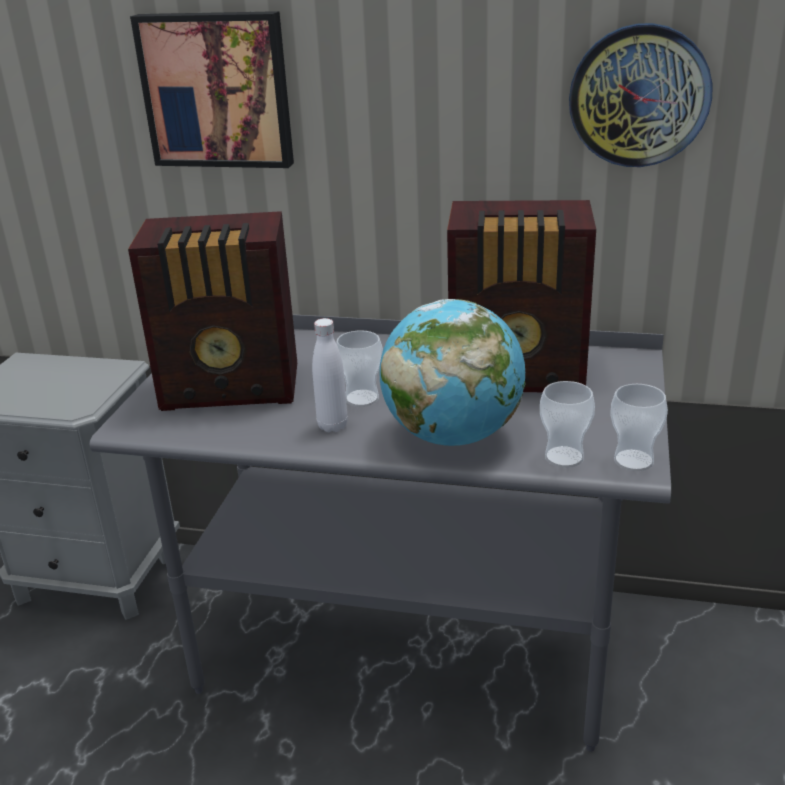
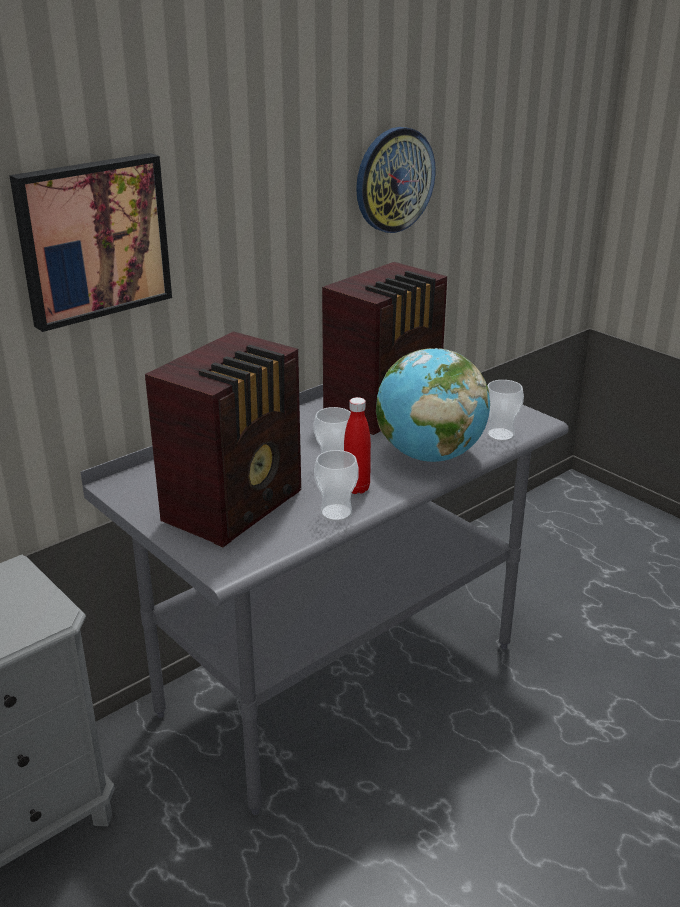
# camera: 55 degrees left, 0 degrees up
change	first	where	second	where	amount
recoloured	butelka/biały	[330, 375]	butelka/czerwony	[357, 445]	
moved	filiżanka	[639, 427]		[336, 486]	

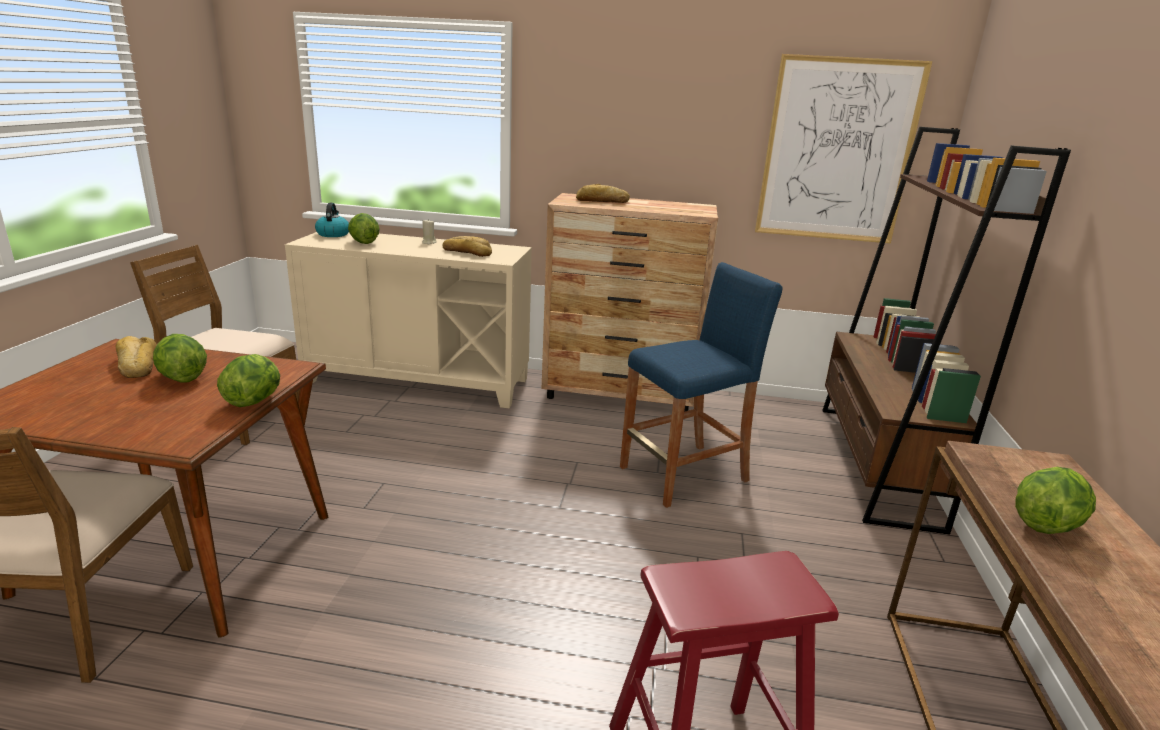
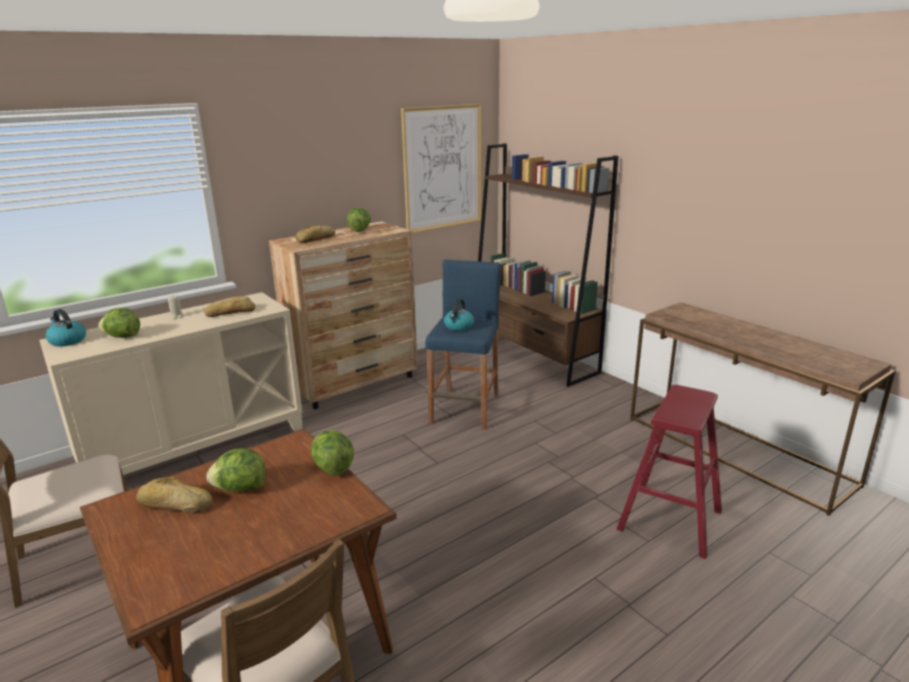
# camera: 45 degrees left, 0 degrees up
change	first	where	second	where	amount
moved	sałata	[1055, 500]		[359, 219]	
added			czajnik	[459, 315]	

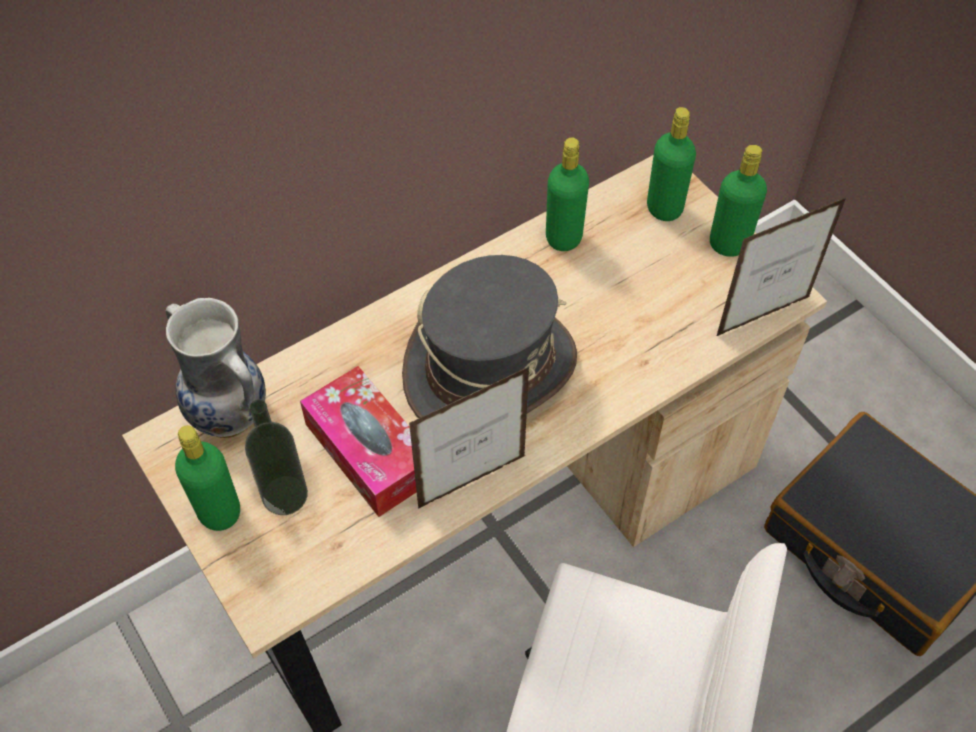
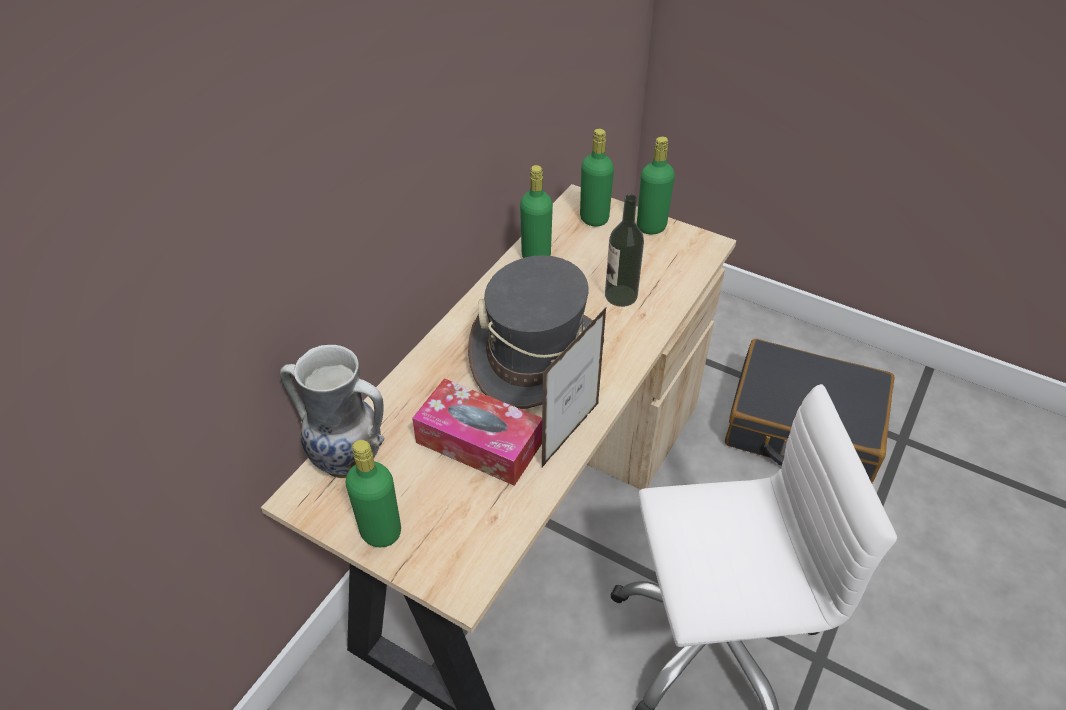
# camera: 25 degrees left, 10 degrees down
change	first	where	second	where	amount
removed	ramka na zdjęcie	[781, 267]			
moved	butelka	[276, 457]		[624, 250]	

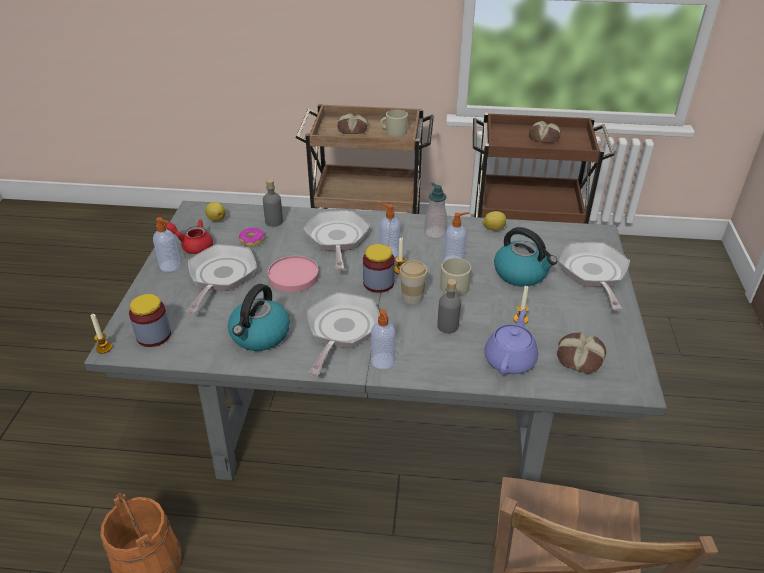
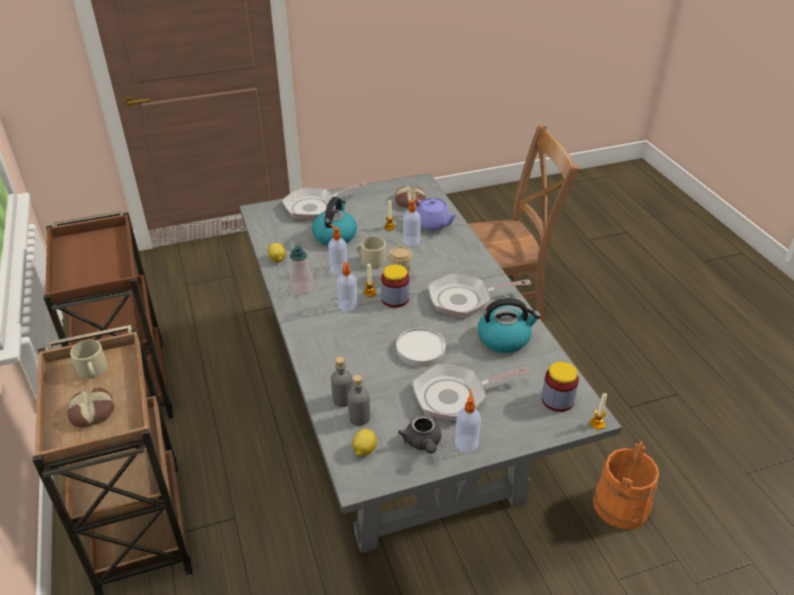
# camera: 115 degrees left, 0 degrees up
change	first	where	second	where	amount
removed	chleb	[545, 132]			
removed	patelnia	[336, 240]			
recoloured	imbryk/czerwony	[189, 237]	imbryk/szary	[419, 434]	
removed	donut	[252, 237]			
recoloured	talerz/różowy	[293, 274]	talerz/biały	[421, 347]	
moved	butelka/szary	[449, 306]		[359, 400]	
moved	dozownik mydła	[383, 339]		[412, 222]	
turned	imbryk/fioletowy	[511, 342]		[435, 214]	135 degrees counterclockwise

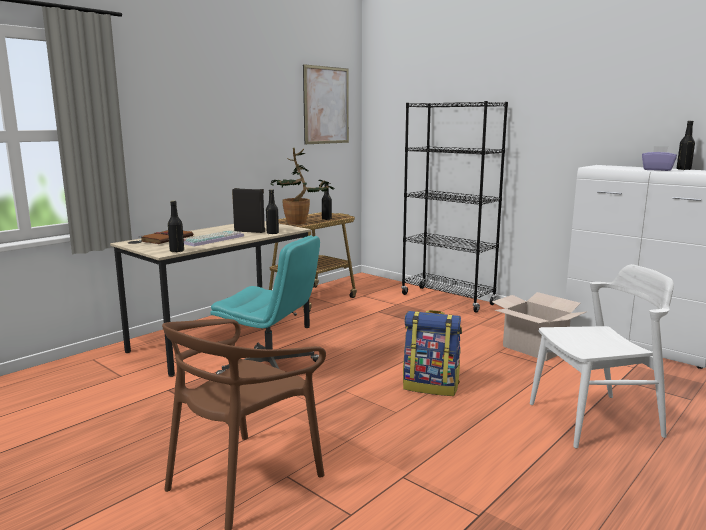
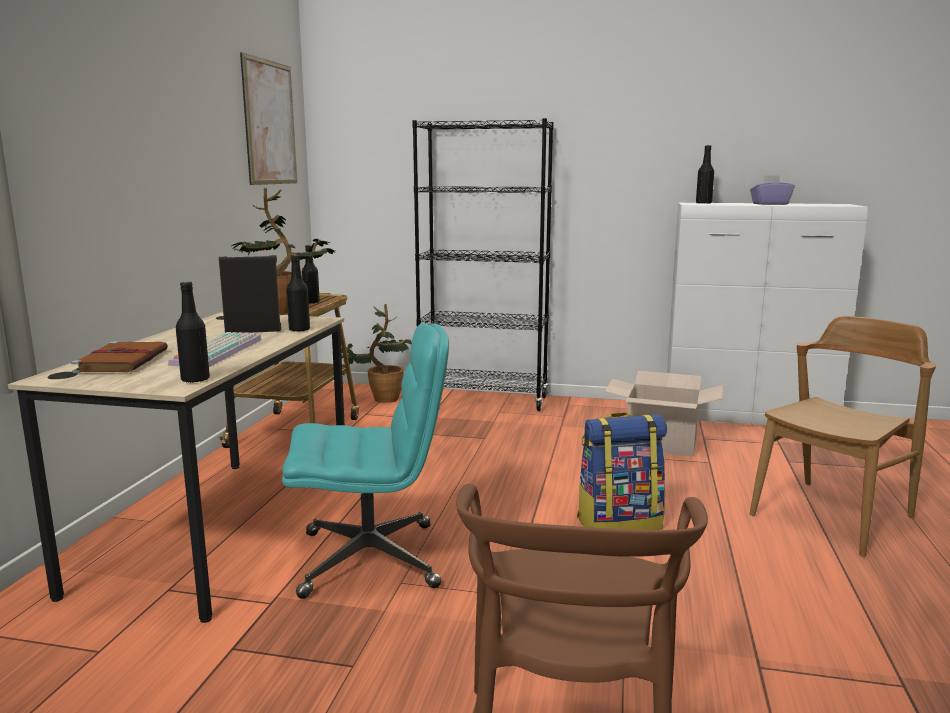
# camera: 30 degrees left, 0 degrees up
change	first	where	second	where	amount
moved	butelka/czarny	[686, 145]		[705, 174]	
recoloured	krzesło/biały	[602, 356]	krzesło/brązowy	[843, 436]	
added			roślina doniczkowa	[376, 353]	

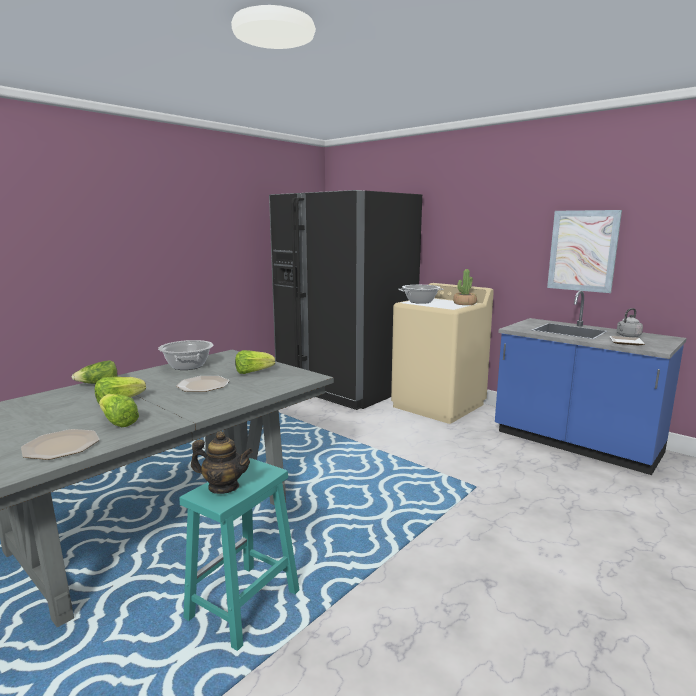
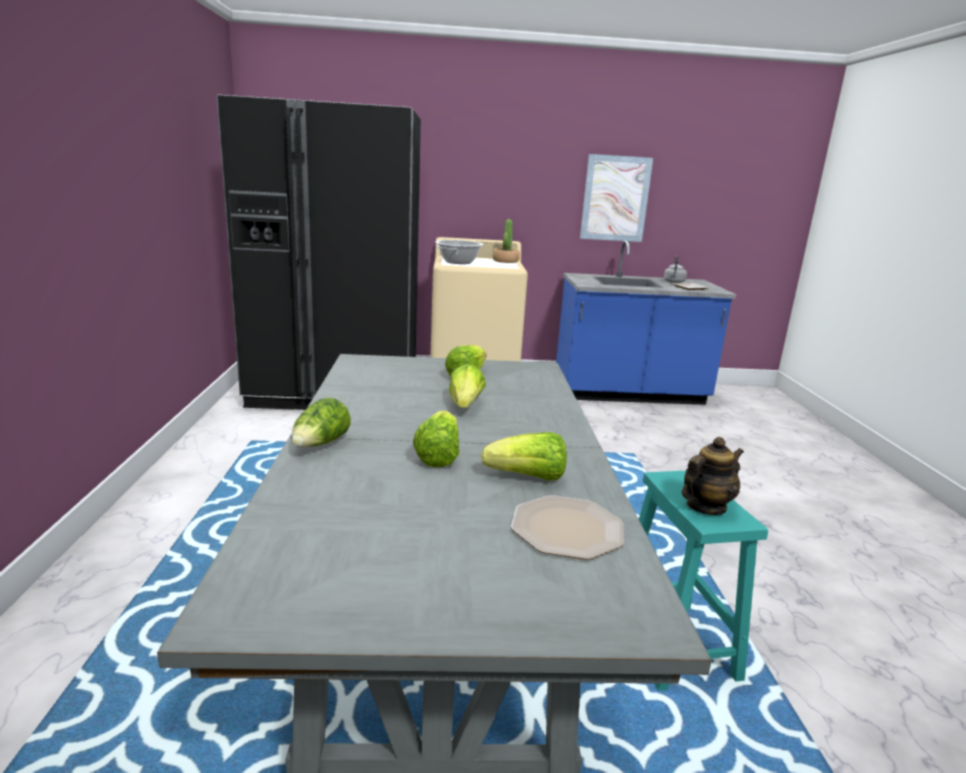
# camera: 45 degrees left, 5 degrees up
change	first	where	second	where	amount
removed	garnek	[185, 355]			
replaced	talerz	[202, 384]	sałata	[467, 386]	

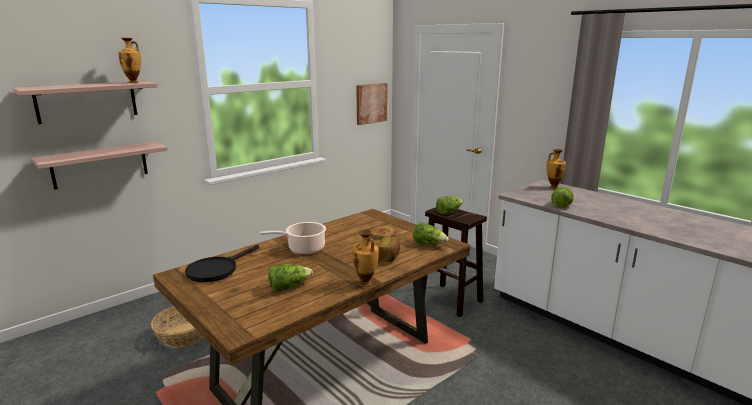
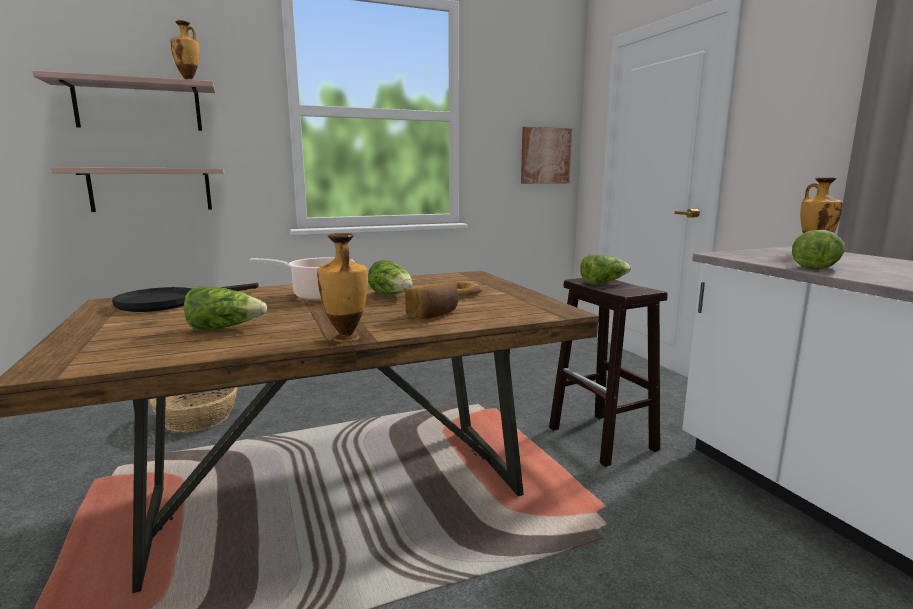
# camera: 20 degrees right, 5 degrees down
change	first	where	second	where	amount
moved	sałata	[431, 233]		[390, 277]	

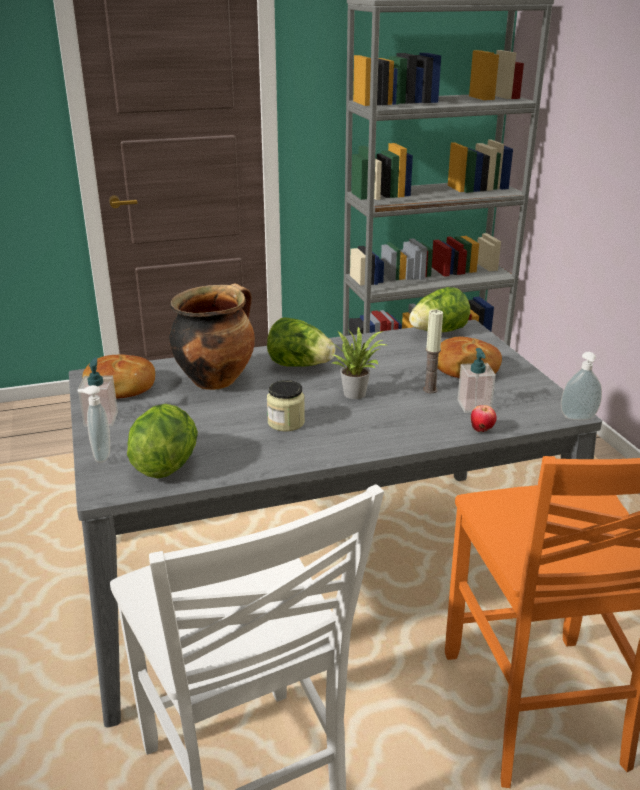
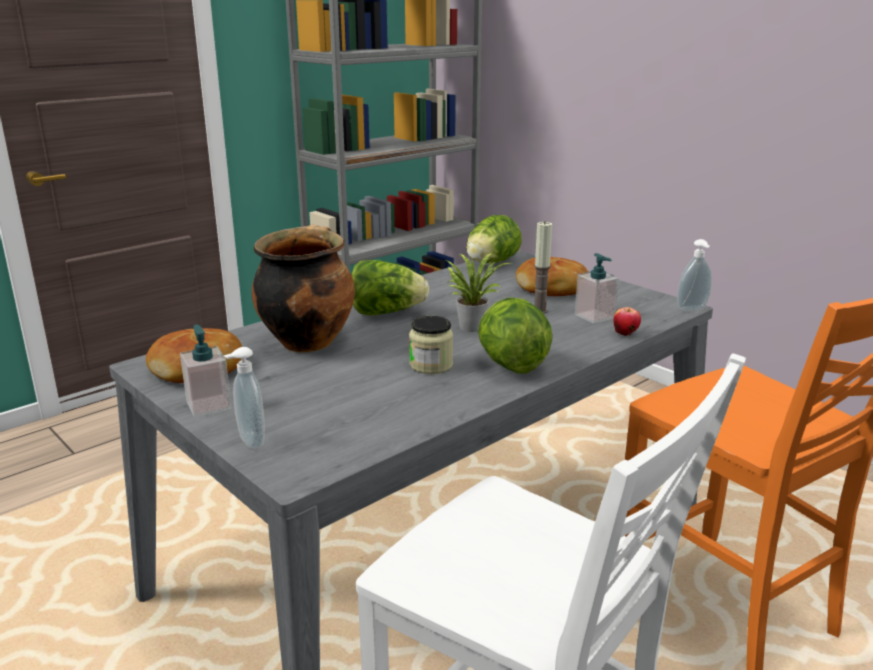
# camera: 25 degrees left, 5 degrees down
change	first	where	second	where	amount
moved	sałata	[162, 441]		[515, 335]	

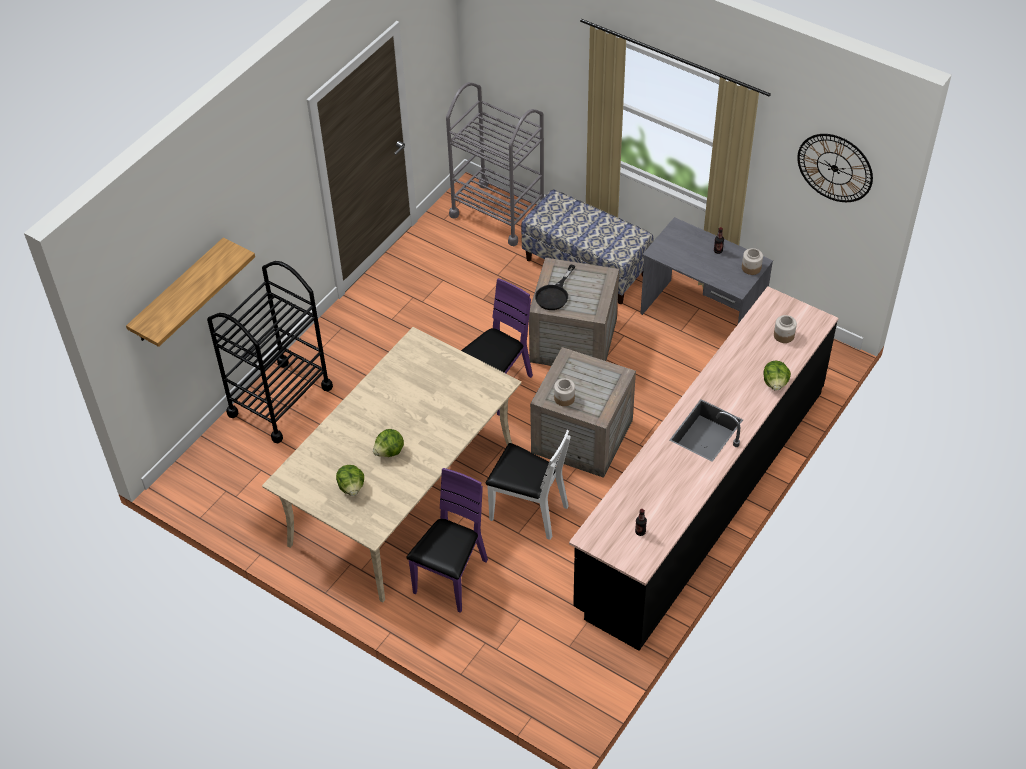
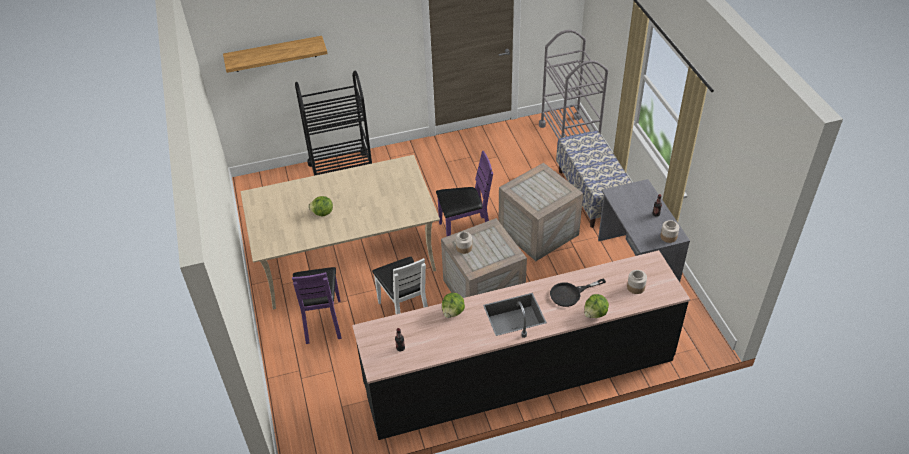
# camera: 40 degrees right, 5 degrees down
change	first	where	second	where	amount
removed	zegar ścienny	[835, 168]			
moved	patelnia/czarny	[555, 287]		[578, 293]	
moved	sałata	[350, 480]		[453, 305]	
turned	krzesło/fioletowy	[447, 540]		[317, 305]	105 degrees clockwise

